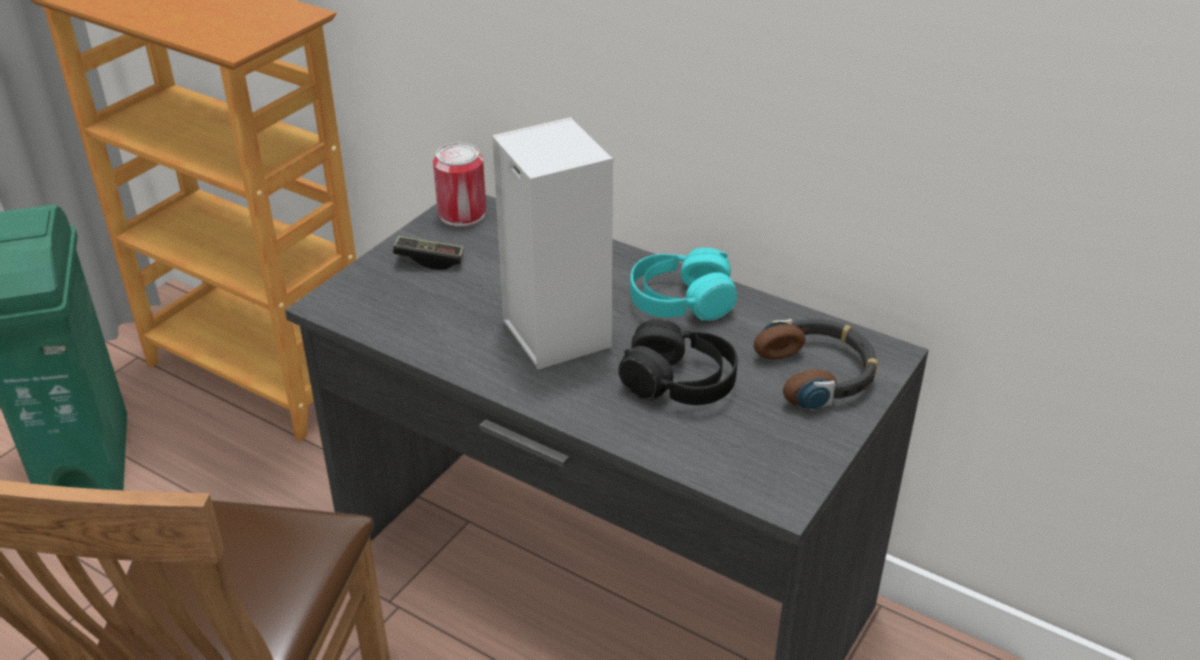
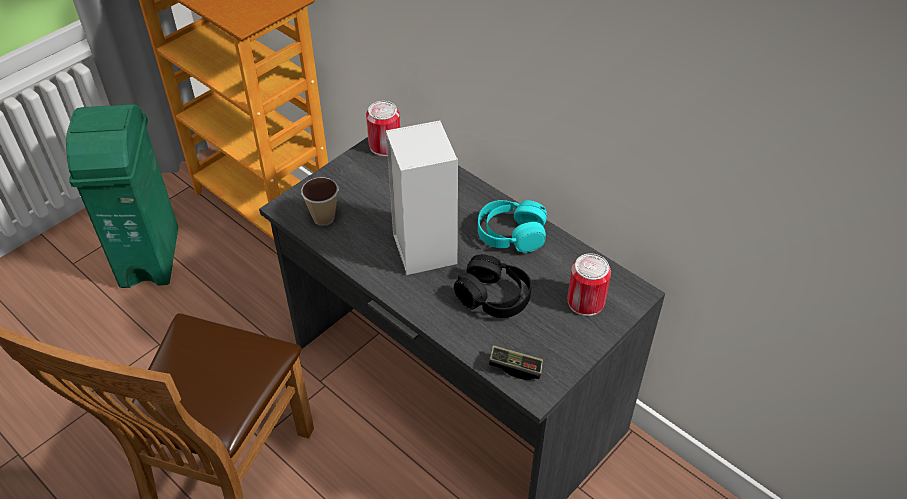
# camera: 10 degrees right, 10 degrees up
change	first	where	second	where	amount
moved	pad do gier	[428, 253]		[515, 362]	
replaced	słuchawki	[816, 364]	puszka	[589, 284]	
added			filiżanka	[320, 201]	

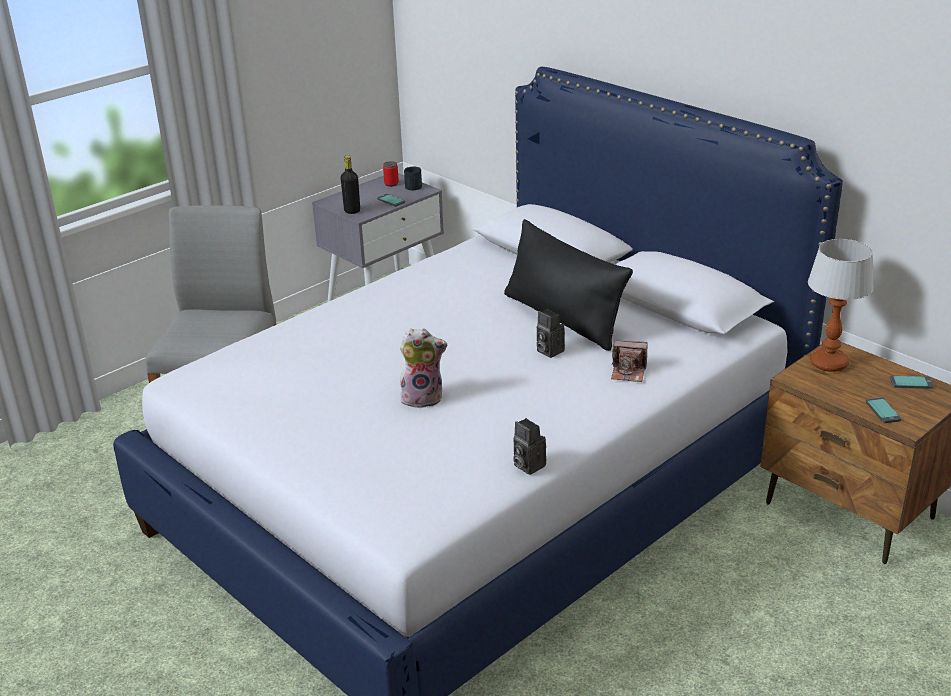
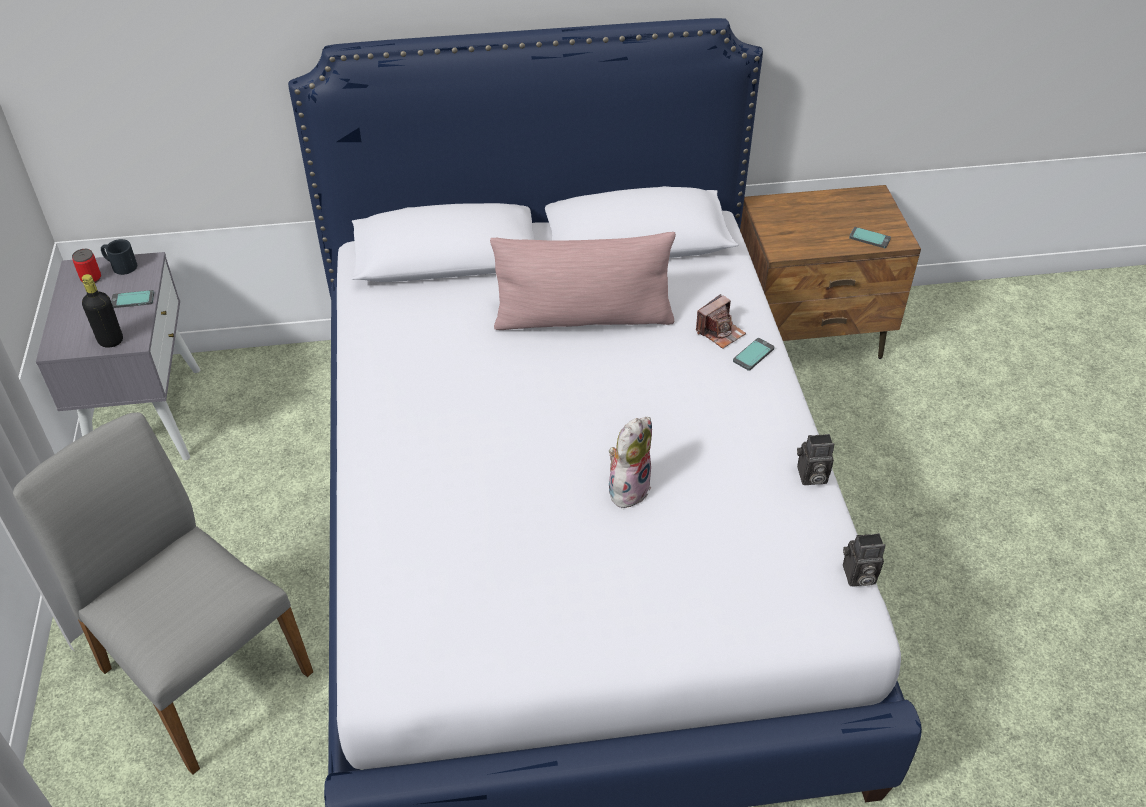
# camera: 55 degrees left, 15 degrees up
change	first	where	second	where	amount
recoloured	poduszka/czarny	[568, 285]	poduszka/różowy	[583, 281]	
removed	lampa stołowa	[841, 305]			
moved	aparat fotograficzny	[550, 333]		[864, 560]	
moved	telefon	[912, 382]		[753, 354]	

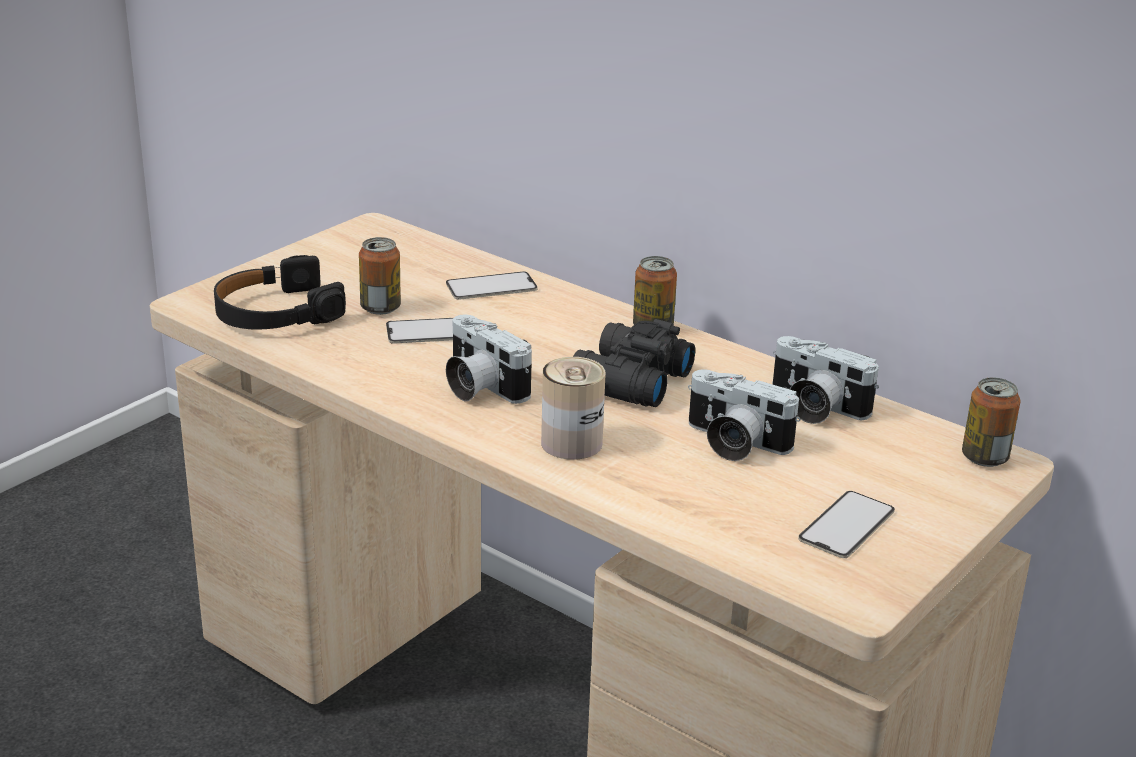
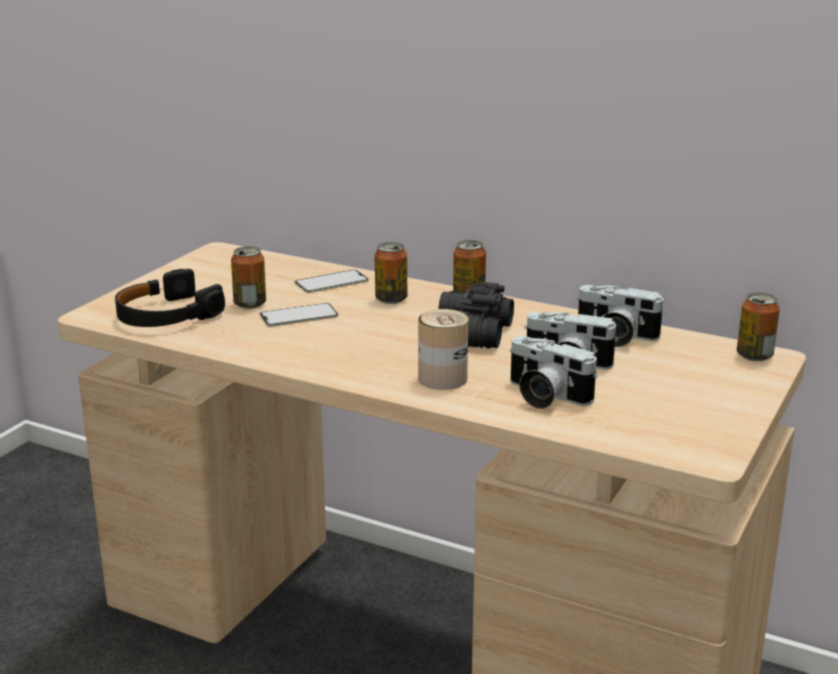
# camera: 10 degrees left, 5 degrees down
change	first	where	second	where	amount
moved	aparat fotograficzny	[489, 359]		[553, 372]	
removed	telefon	[846, 524]			
added			puszka	[391, 273]	

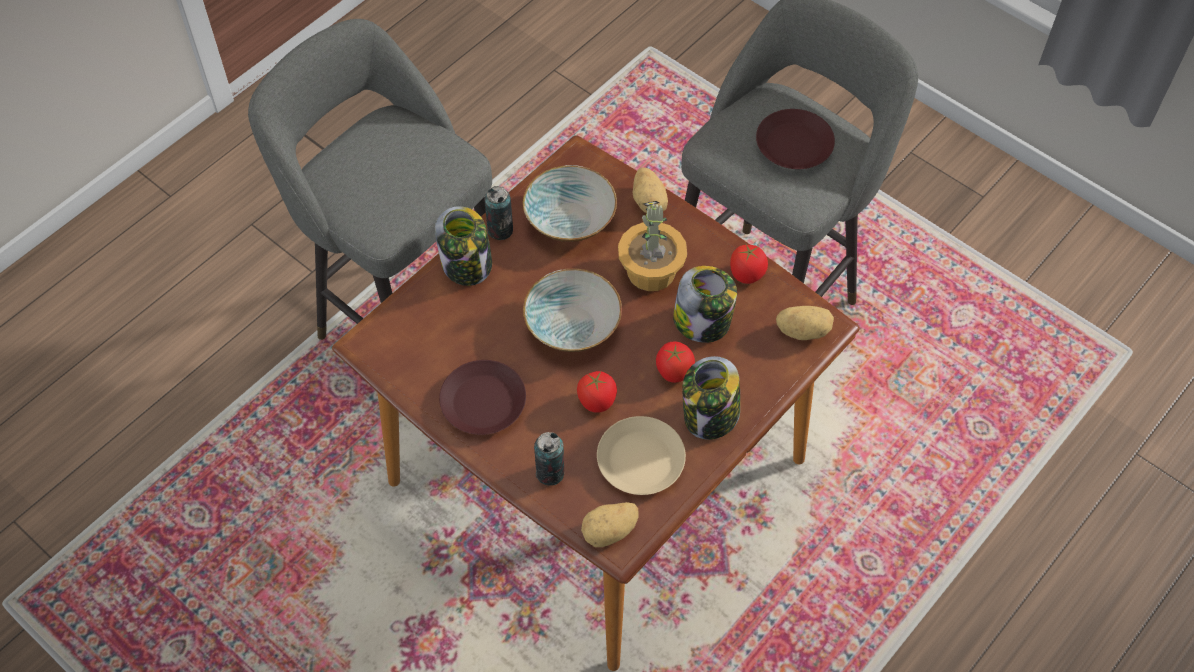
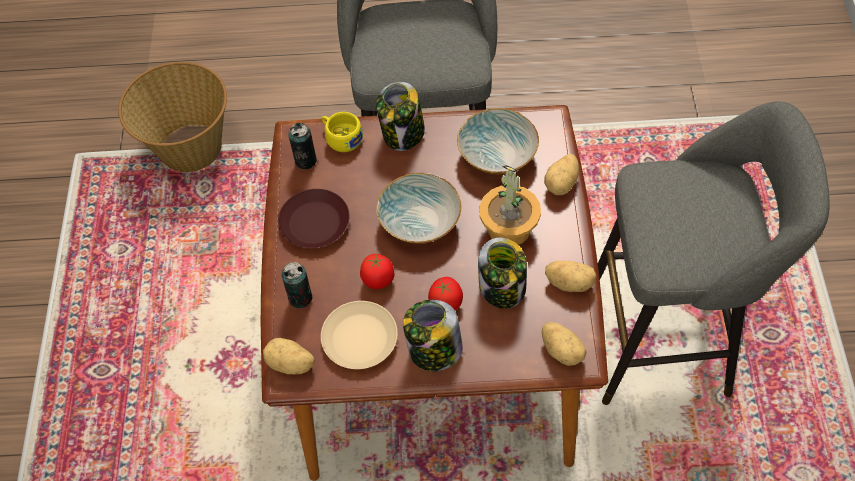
# camera: 50 degrees right, 0 degrees up
change	first	where	second	where	amount
removed	talerz/brązowy	[795, 139]			
moved	puszka	[498, 213]		[302, 146]	
replaced	pomidor	[749, 264]	ziemniak	[571, 276]	
added			koszyk	[172, 117]	
added			filiżanka/żółty	[342, 132]	

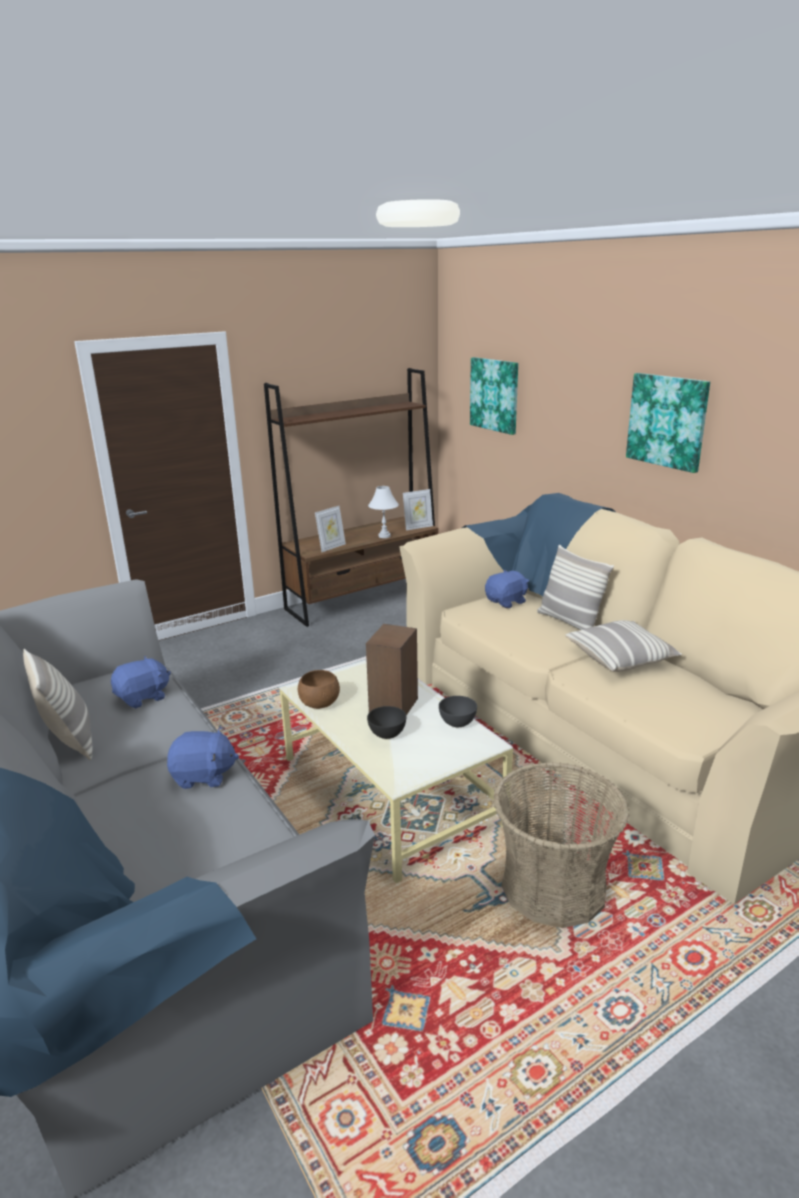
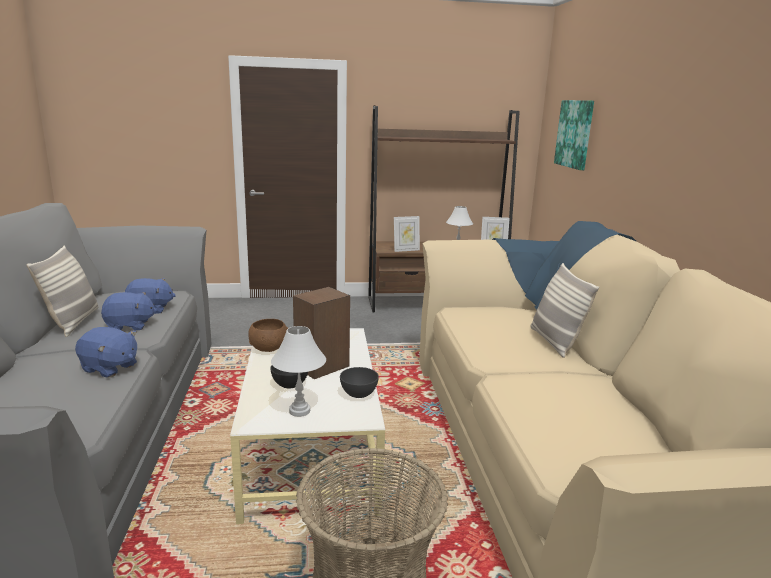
# camera: 25 degrees right, 5 degrees down
change	first	where	second	where	amount
removed	obraz	[668, 423]			
moved	pluszak/niebieski	[507, 589]		[129, 311]	
removed	poduszka	[623, 646]			
added			lampa stołowa/biały	[298, 371]	

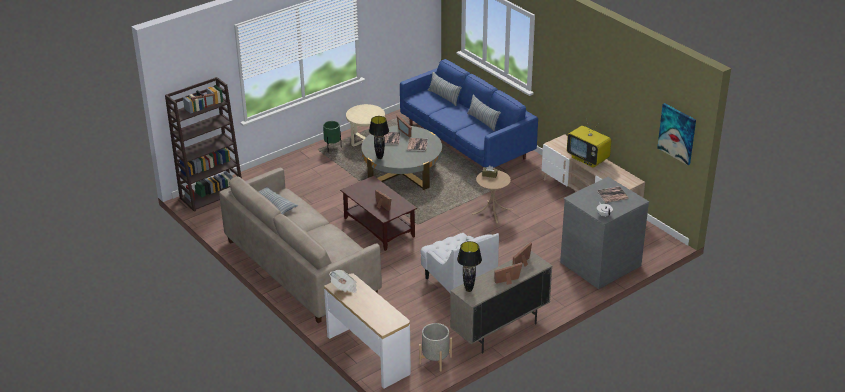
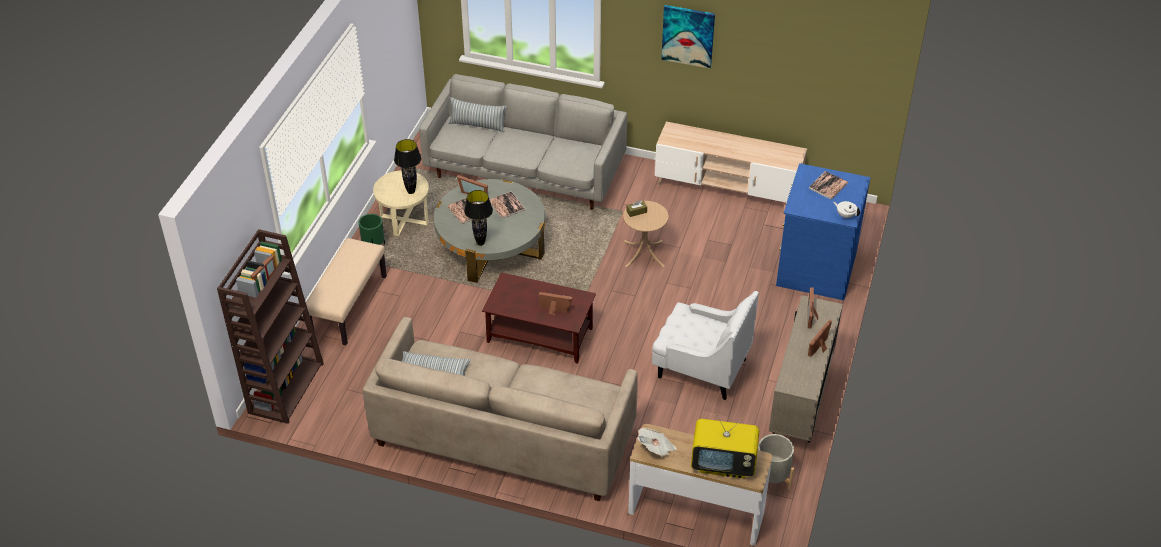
# camera: 35 degrees left, 10 degrees up
change	first	where	second	where	amount
recoloured	kanapa/niebieski	[469, 113]	kanapa/szary	[523, 142]	
removed	poduszka	[484, 113]			
moved	obraz	[676, 134]		[688, 37]	
moved	telewizor	[589, 144]		[725, 446]	
recoloured	komoda/szary	[604, 233]	komoda/niebieski	[823, 231]	
moved	lampa stołowa/czarny	[469, 266]		[407, 166]	
added			ławka/beżowy	[346, 291]	

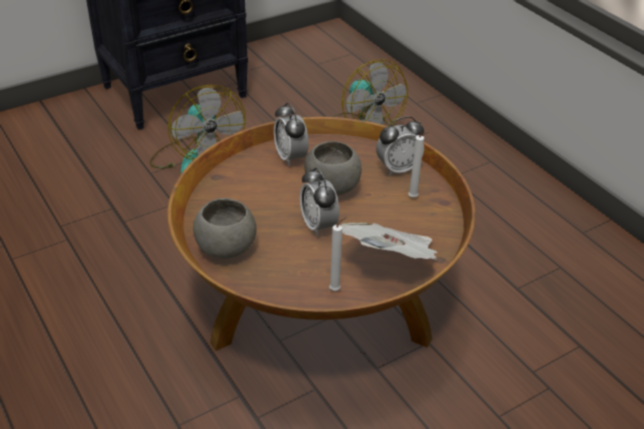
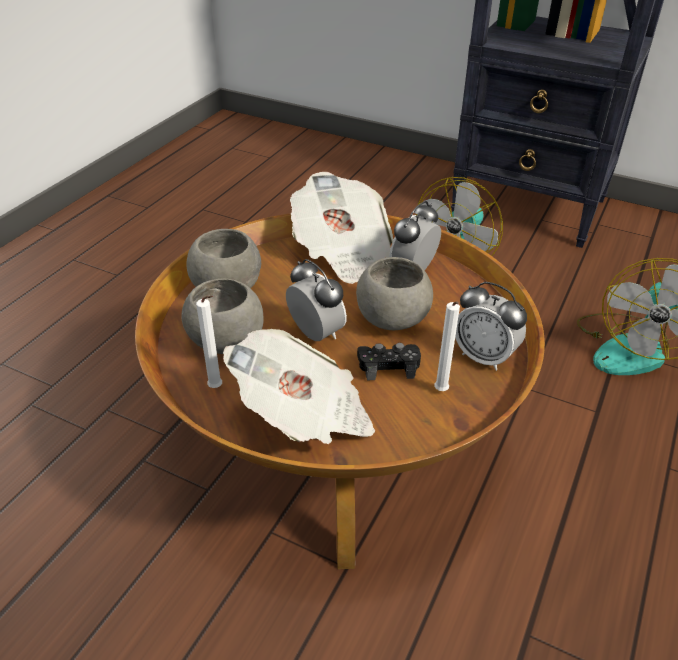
# camera: 60 degrees right, 0 degrees up
change	first	where	second	where	amount
turned	budzik	[319, 202]		[316, 300]	105 degrees clockwise
added			gazeta	[342, 228]	
added			miska/szary	[222, 316]	
added			pad do gier/czarny	[389, 362]	

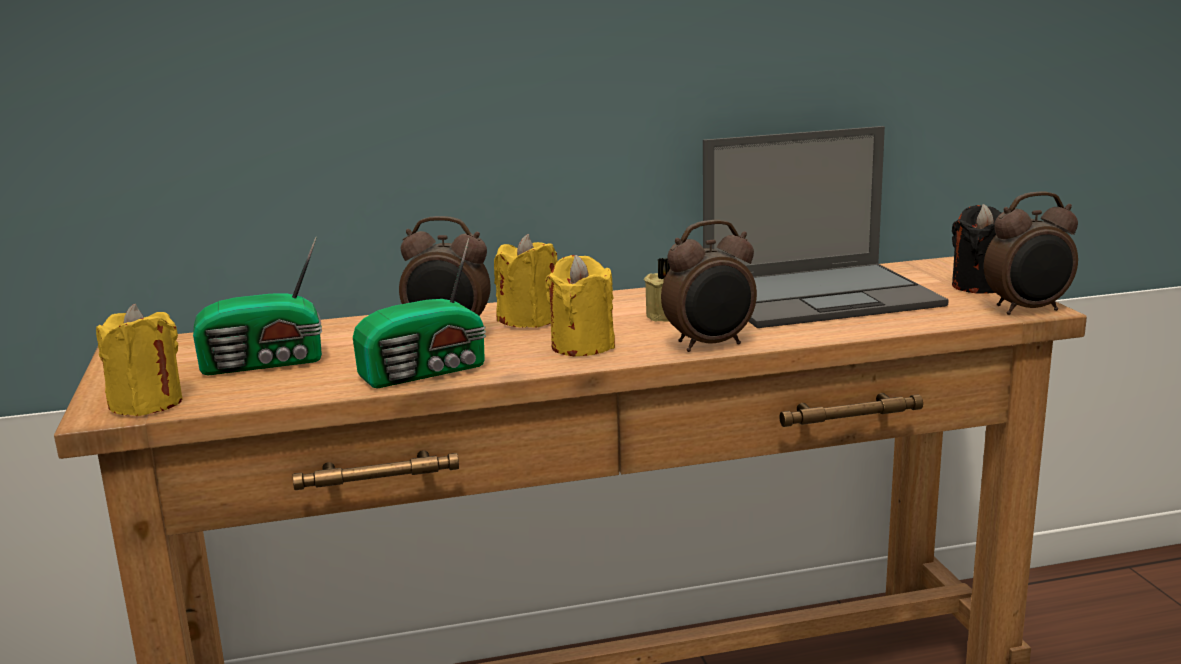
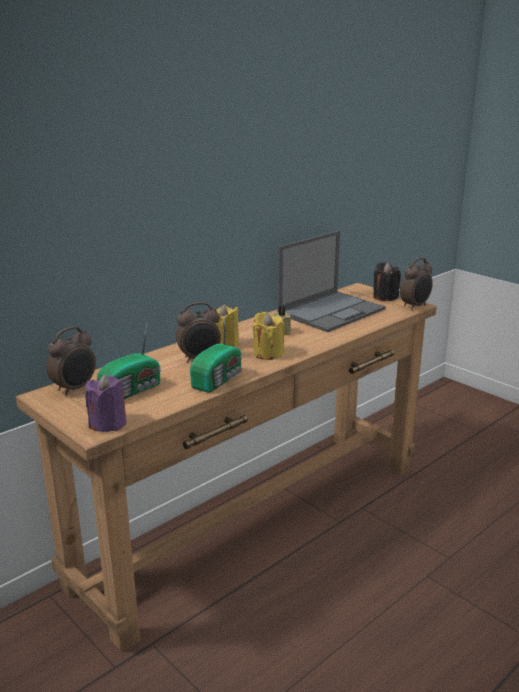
# camera: 30 degrees left, 5 degrees up
change	first	where	second	where	amount
moved	budzik	[709, 286]		[71, 361]	
recoloured	świeca/żółty	[139, 360]	świeca/fioletowy	[105, 403]	

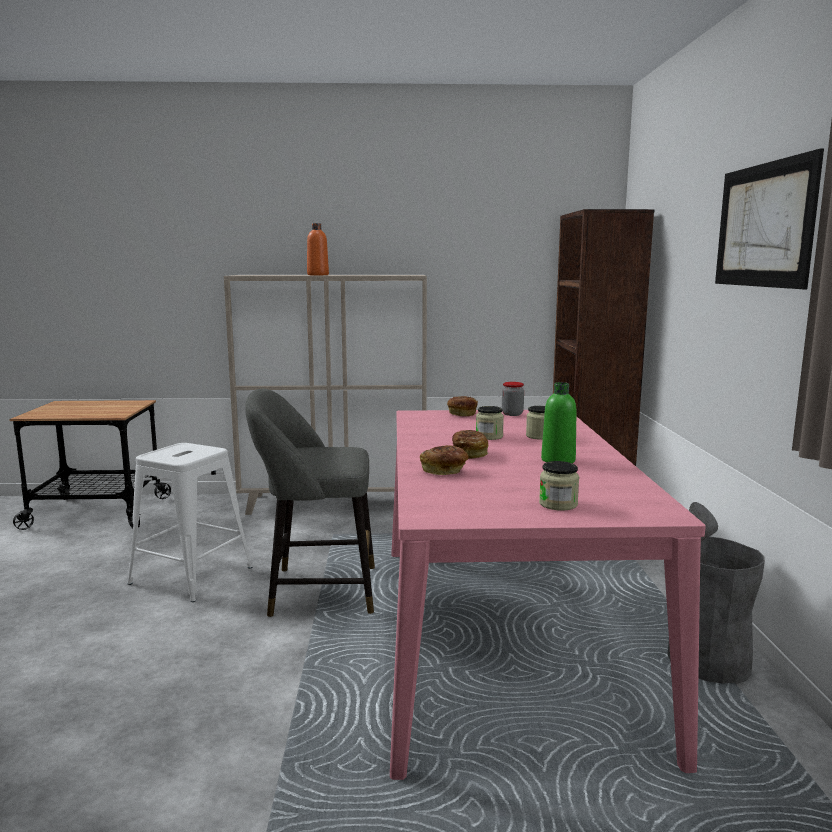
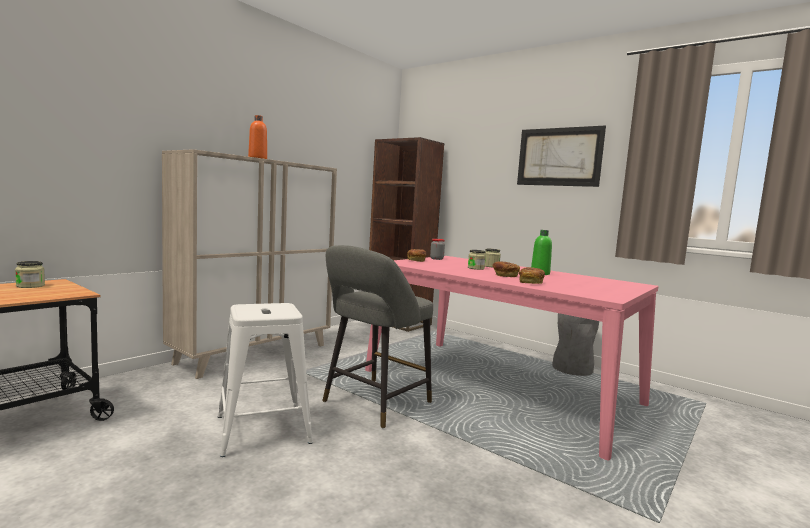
# camera: 50 degrees left, 5 degrees down
change	first	where	second	where	amount
moved	słoik	[559, 486]		[30, 274]	

